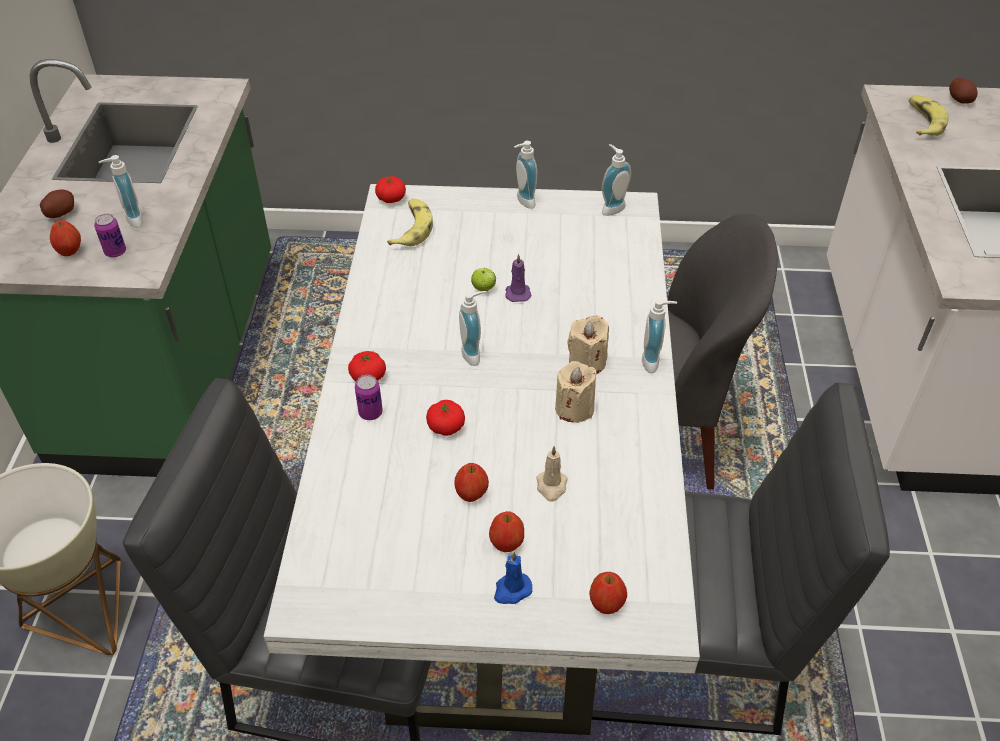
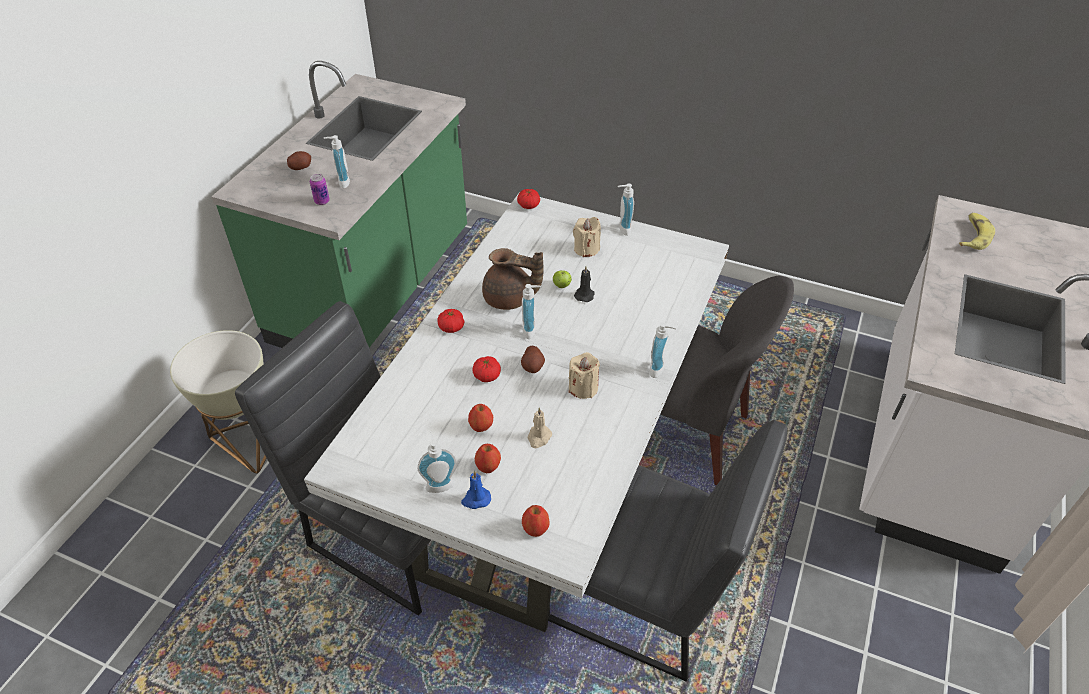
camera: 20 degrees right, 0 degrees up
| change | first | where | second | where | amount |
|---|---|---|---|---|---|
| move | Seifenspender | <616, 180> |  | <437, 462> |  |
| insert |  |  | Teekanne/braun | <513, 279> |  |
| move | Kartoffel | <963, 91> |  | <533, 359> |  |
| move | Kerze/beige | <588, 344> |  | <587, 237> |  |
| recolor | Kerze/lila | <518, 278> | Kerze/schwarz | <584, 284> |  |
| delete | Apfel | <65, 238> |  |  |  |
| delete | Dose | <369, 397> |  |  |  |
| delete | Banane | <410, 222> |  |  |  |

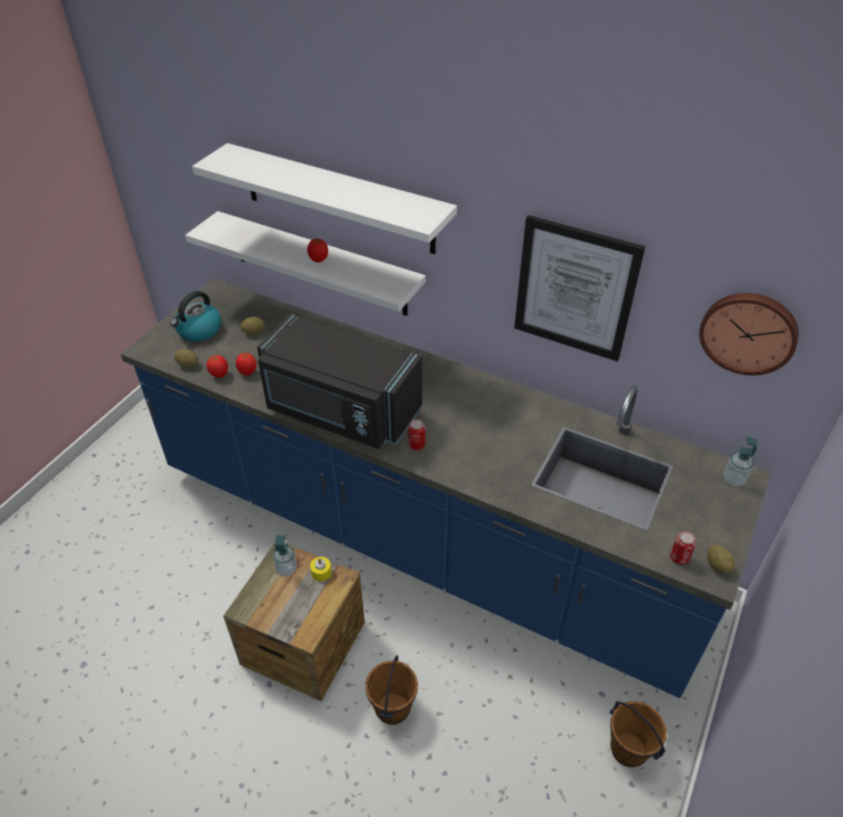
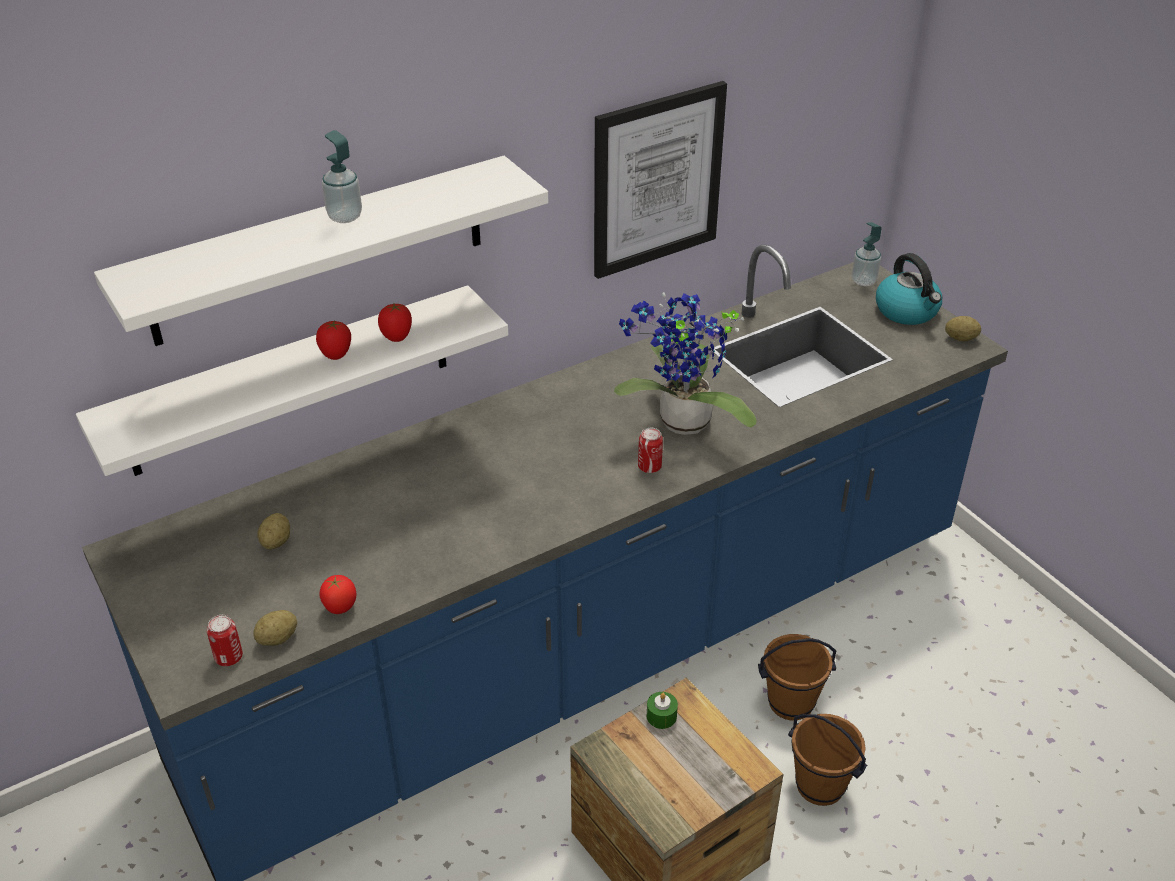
camera: 60 degrees left, 5 degrees down
| change | first | where | second | where | amount |
|---|---|---|---|---|---|
| move | Dose | <683, 548> |  | <225, 640> |  |
| move | Seifenspender | <285, 556> |  | <342, 176> |  |
| move | Tomate | <246, 364> |  | <395, 323> |  |
| insert |  |  | Topfpflanze | <685, 363> |  |
| recolor | Kerze/gelb | <321, 569> | Kerze/grün | <662, 710> |  |
| move | Eimer/braun | <638, 734> |  | <797, 677> |  |
| move | Wasserkessel | <195, 316> |  | <909, 289> |  |
| delete | Mikrowelle/schwarz | <339, 381> |  |  |  |
| delete | Wanduhr | <749, 334> |  |  |  |

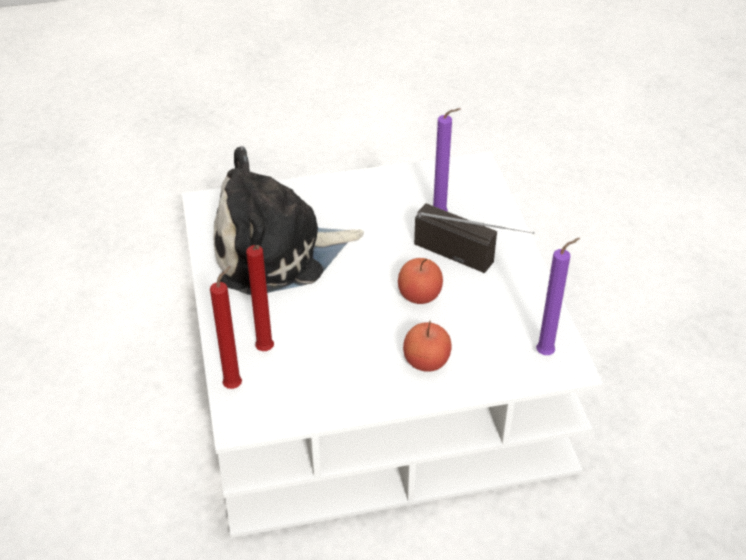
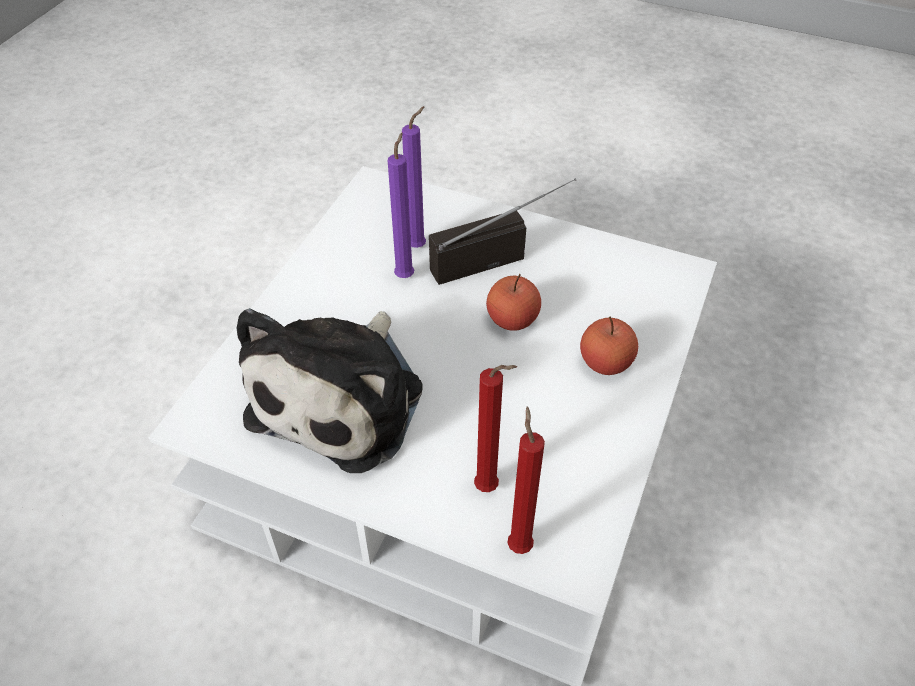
camera: 55 degrees left, 5 degrees up
| change | first | where | second | where | amount |
|---|---|---|---|---|---|
| move | Kerze/lila | <558, 296> |  | <401, 205> |  |

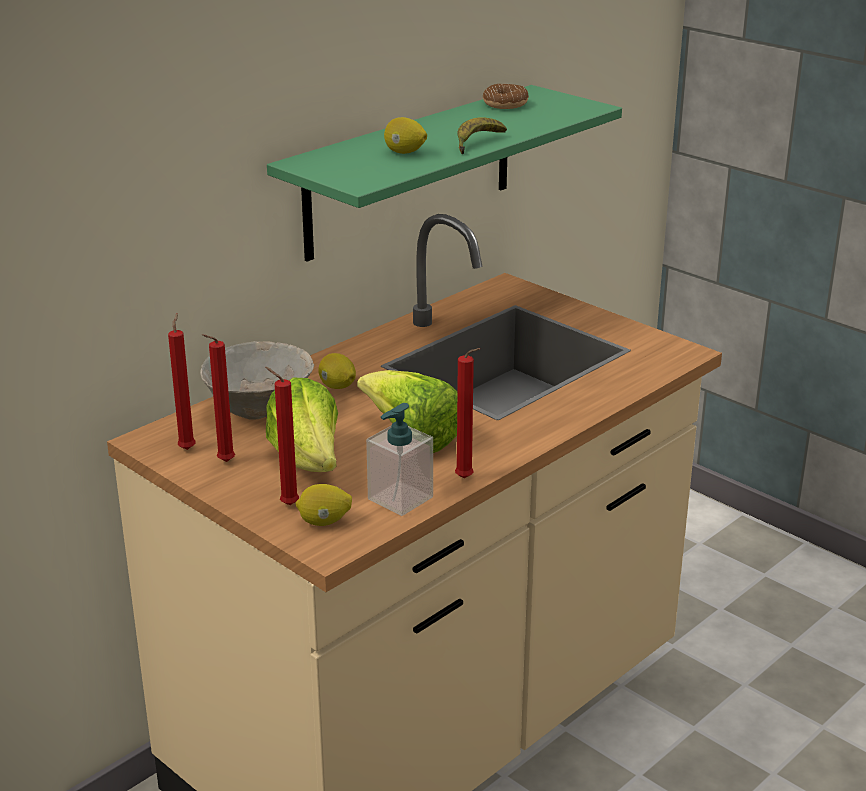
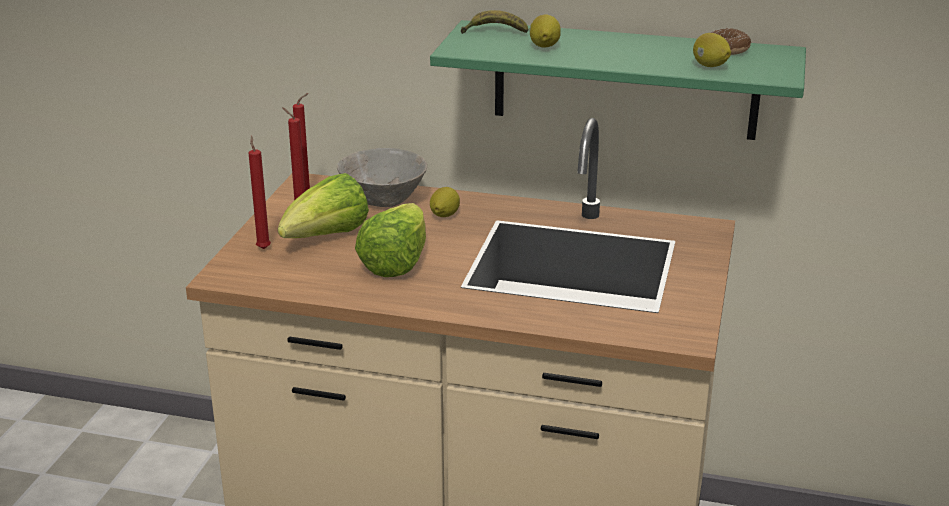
camera: 60 degrees right, 0 degrees up
| change | first | where | second | where | amount |
|---|---|---|---|---|---|
| move | Banane | <482, 135> |  | <494, 22> |  |
| move | Zitrone | <324, 505> |  | <712, 50> |  |
| delete | Seifenspender | <399, 459> |  |  |  |
| delete | Kerze/rot | <467, 413> |  |  |  |

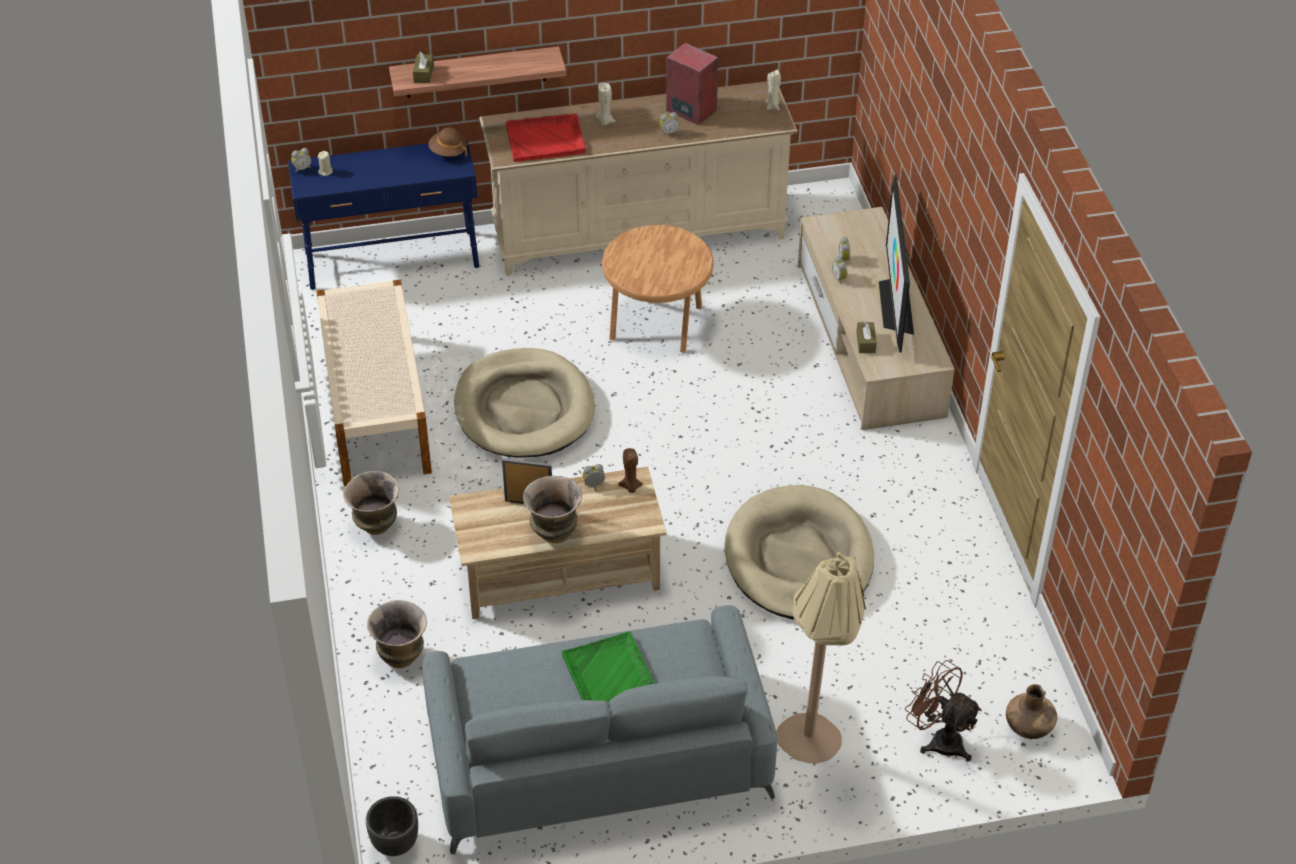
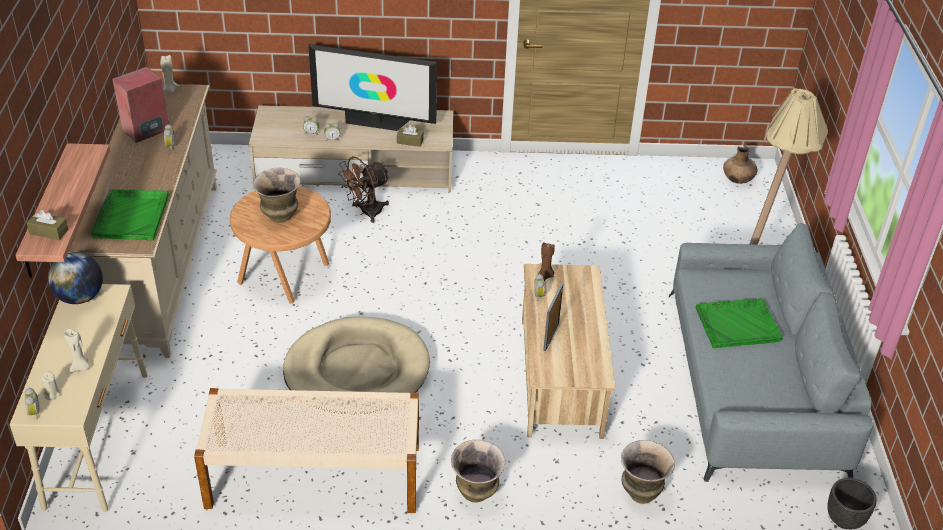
camera: 80 degrees left, 5 degrees down
| change | first | where | second | where | amount |
|---|---|---|---|---|---|
| recolor | Konsolentisch/blau | <383, 214> | Konsolentisch/beige | <79, 398> |  |
| replace | Hut/braun | <448, 142> | Globus | <75, 278> |  |
| move | Kerze/beige | <606, 104> |  | <77, 350> |  |
| recolor | Tablett/rot | <546, 137> | Tablett/grün | <130, 214> |  |
| move | Vase | <552, 509> |  | <277, 195> |  |
| move | Ventilator/braun | <943, 711> |  | <364, 189> |  |
| delete | Hundebett/beige | <799, 552> |  |  |  |

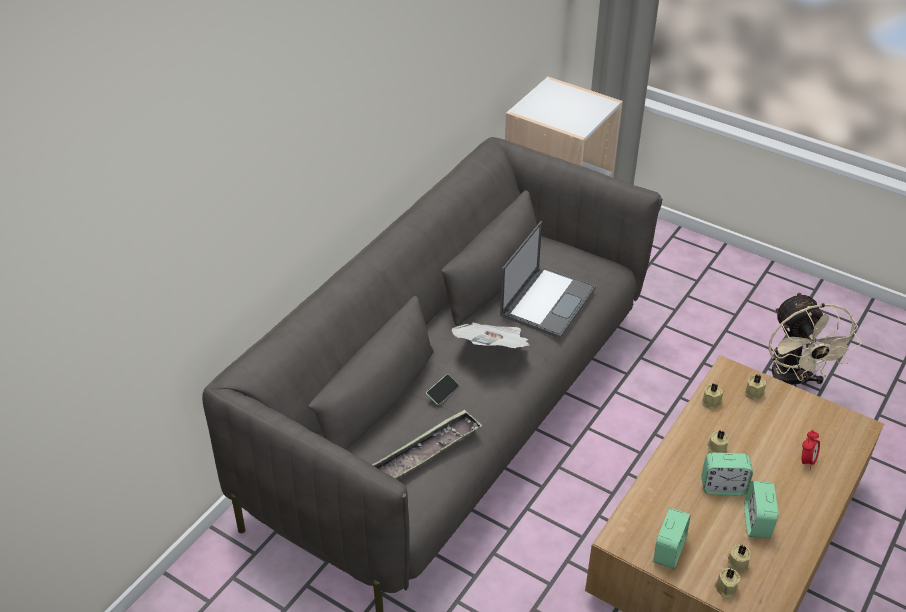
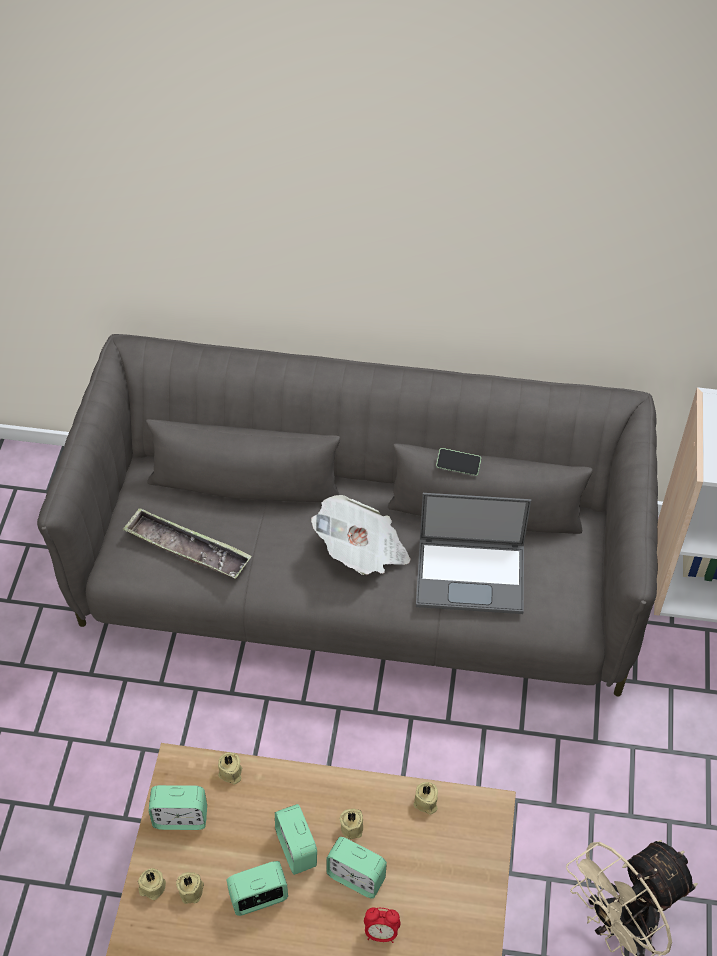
camera: 65 degrees right, 10 degrees up
| change | first | where | second | where | amount |
|---|---|---|---|---|---|
| move | Kerze/beige | <755, 388> |  | <230, 768> |  |
| insert |  |  | Wecker | <356, 868> |  |
| move | Handy | <442, 389> |  | <458, 462> |  |

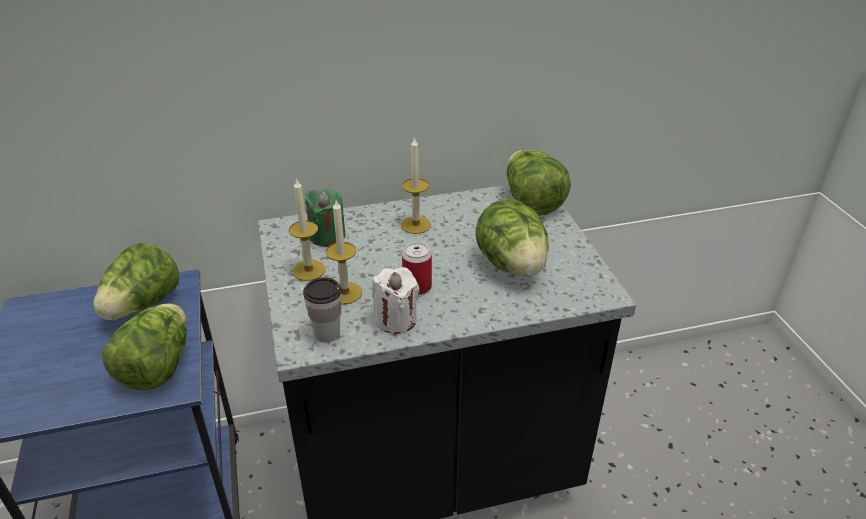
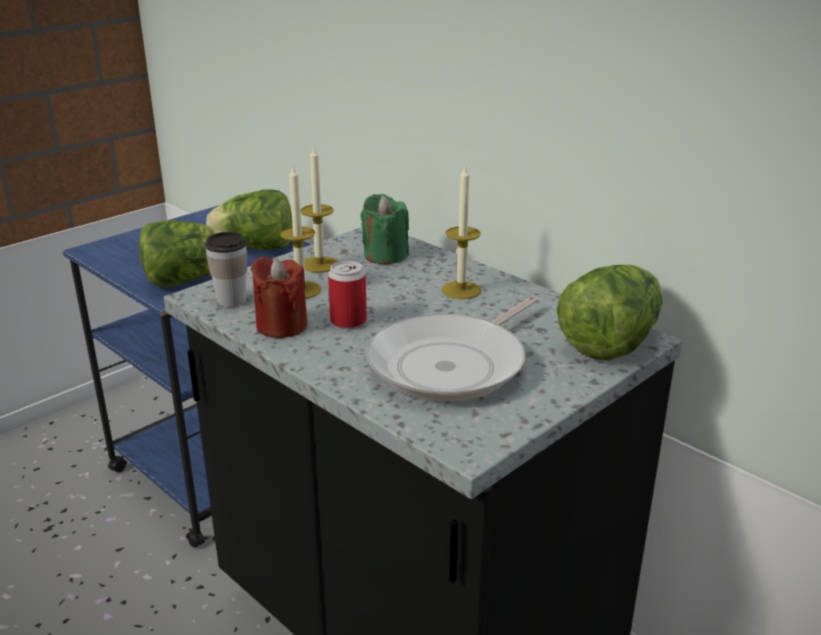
camera: 60 degrees right, 10 degrees down
| change | first | where | second | where | amount |
|---|---|---|---|---|---|
| recolor | Kerze/weiß | <396, 300> | Kerze/rot | <279, 297> |  |
| replace | Salatkopf | <512, 237> | Pfanne | <452, 348> |  |

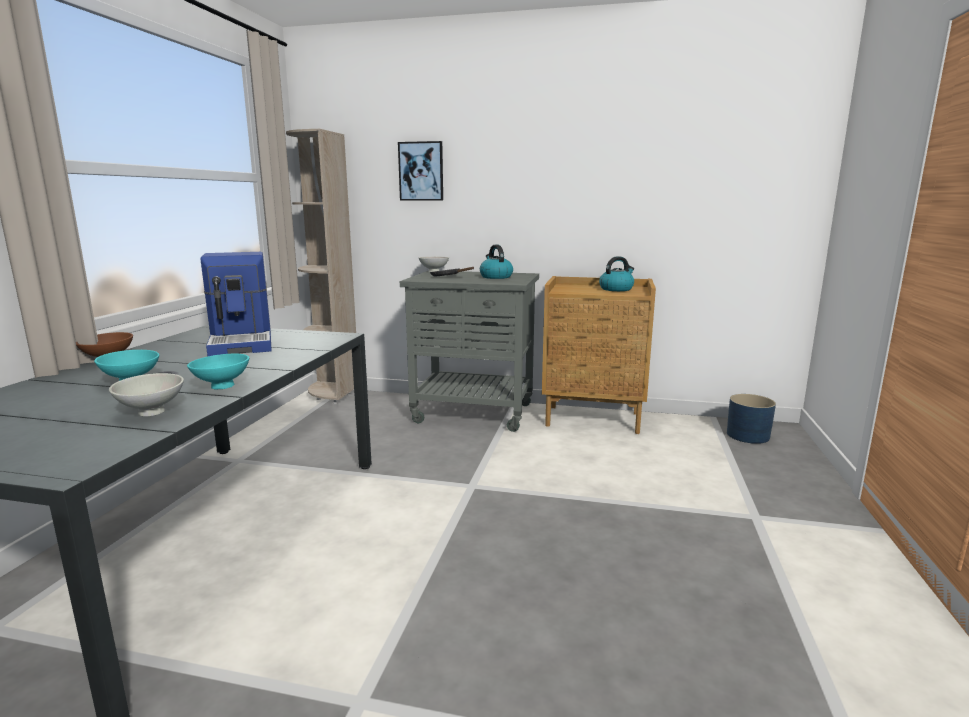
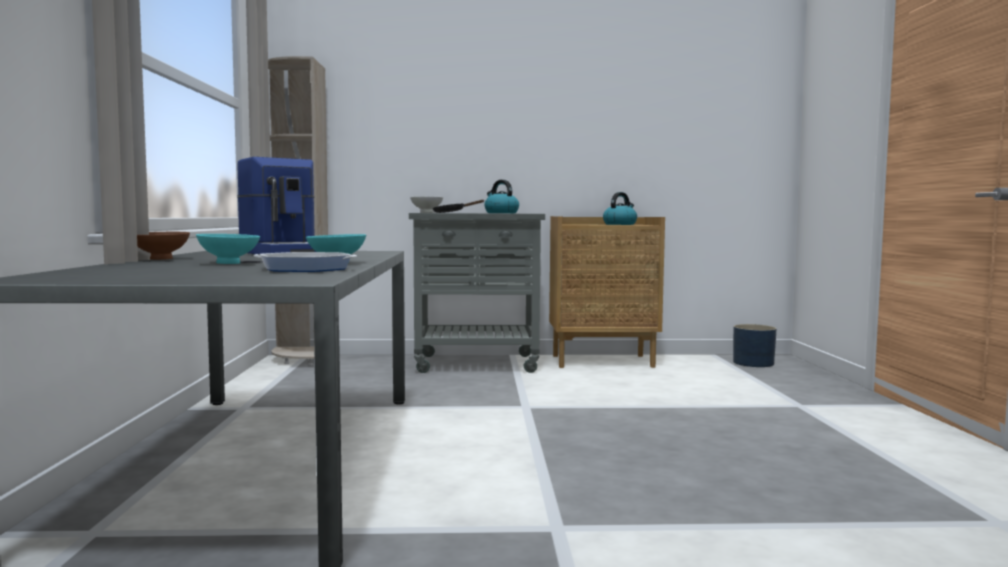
camera: 15 degrees left, 10 degrees down
| change | first | where | second | where | amount |
|---|---|---|---|---|---|
| replace | Schüssel/weiß | <146, 394> | Pfanne | <305, 262> |  |
| delete | Bild | <420, 171> |  |  |  |

